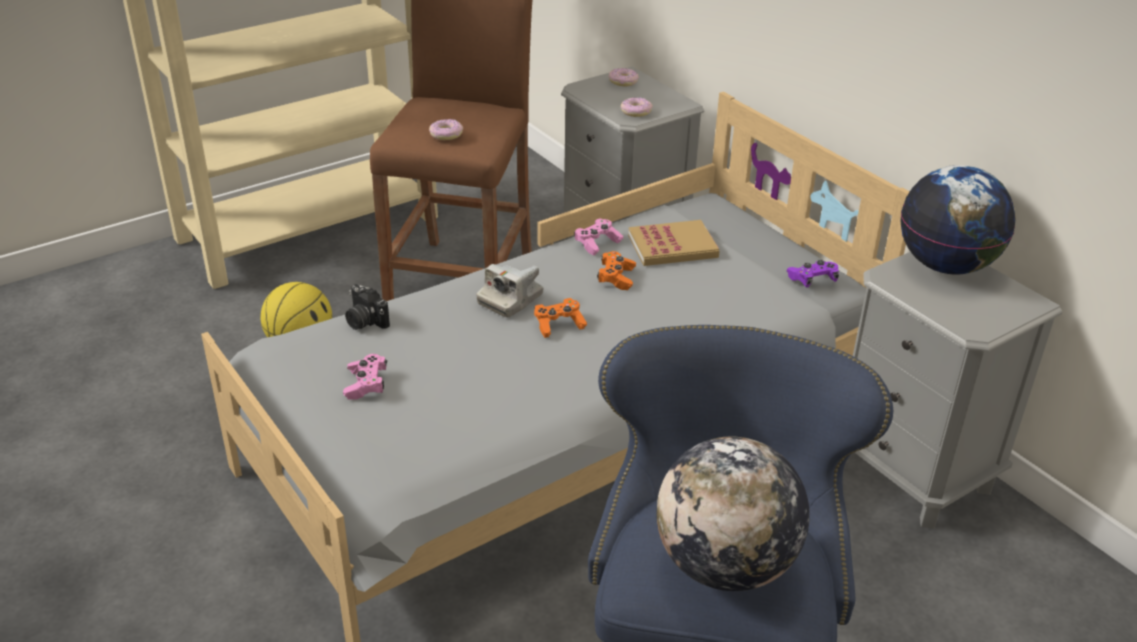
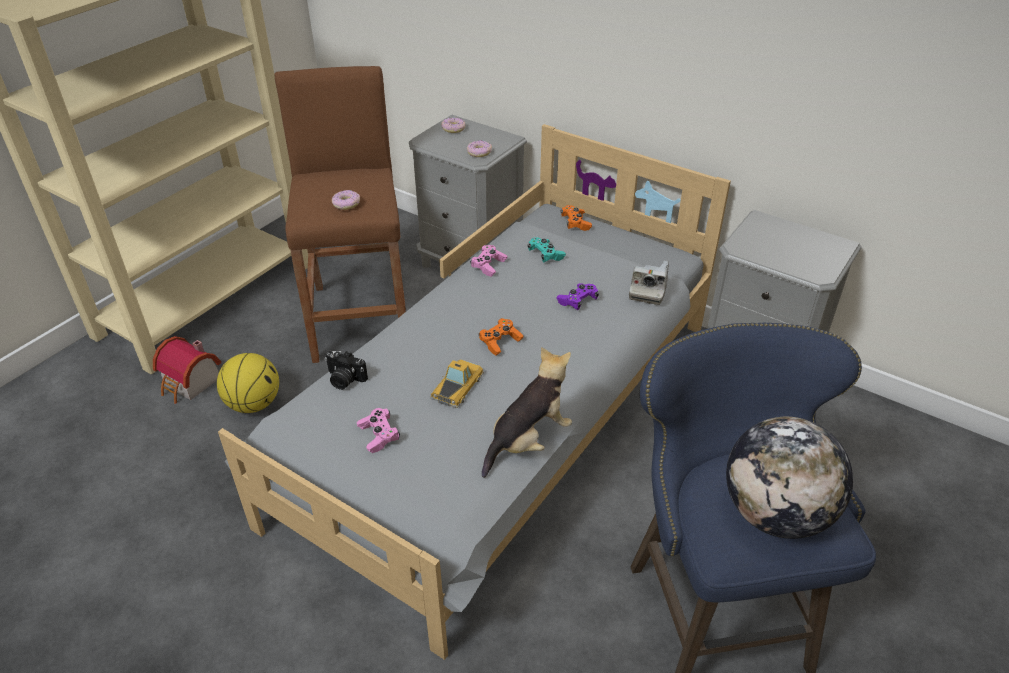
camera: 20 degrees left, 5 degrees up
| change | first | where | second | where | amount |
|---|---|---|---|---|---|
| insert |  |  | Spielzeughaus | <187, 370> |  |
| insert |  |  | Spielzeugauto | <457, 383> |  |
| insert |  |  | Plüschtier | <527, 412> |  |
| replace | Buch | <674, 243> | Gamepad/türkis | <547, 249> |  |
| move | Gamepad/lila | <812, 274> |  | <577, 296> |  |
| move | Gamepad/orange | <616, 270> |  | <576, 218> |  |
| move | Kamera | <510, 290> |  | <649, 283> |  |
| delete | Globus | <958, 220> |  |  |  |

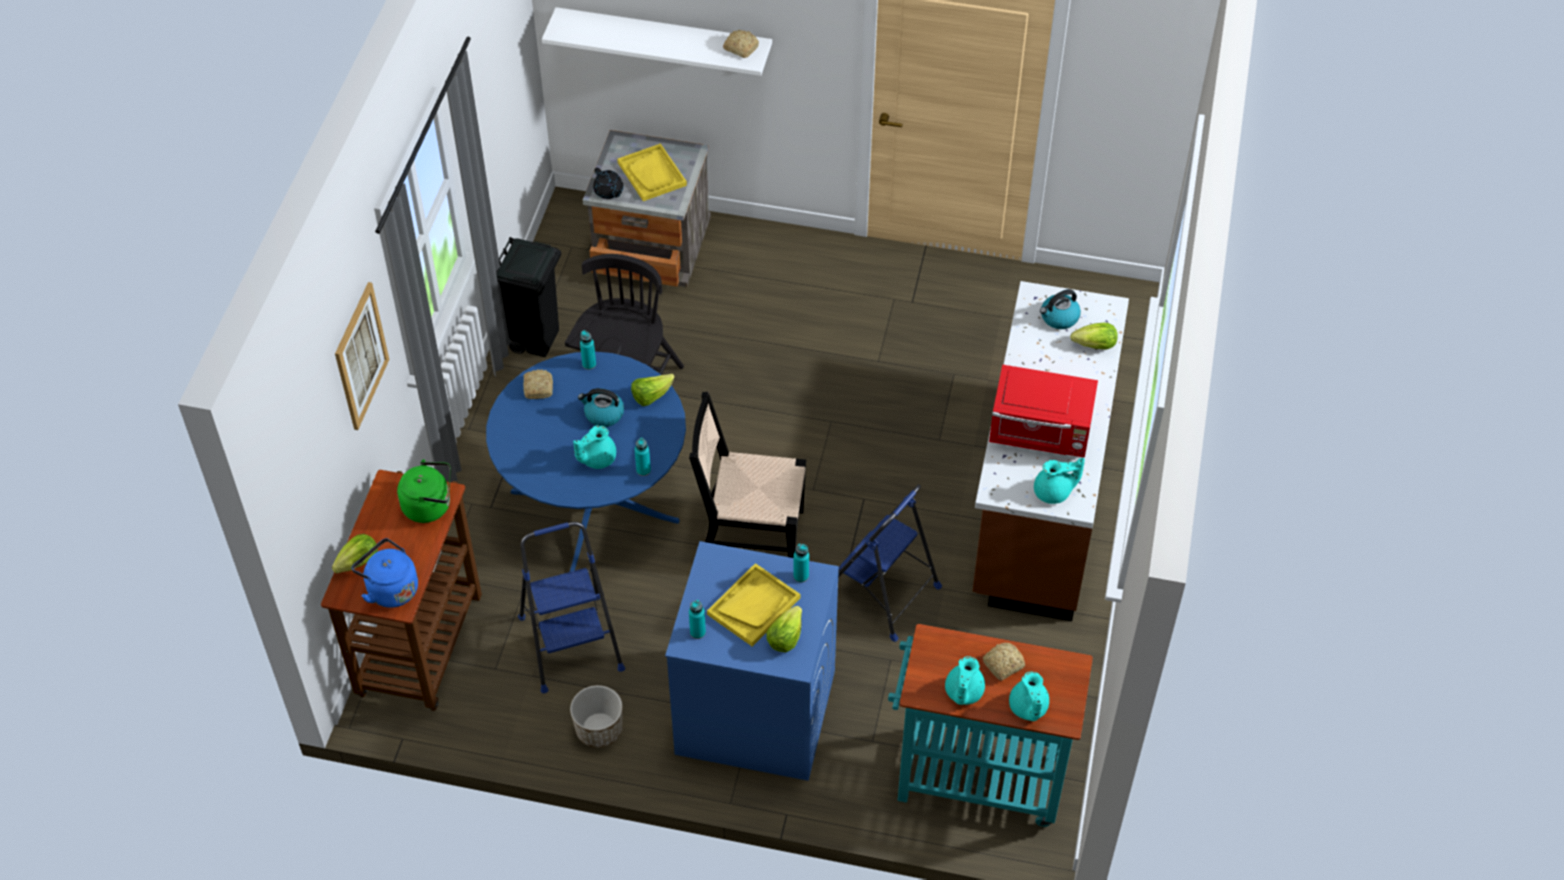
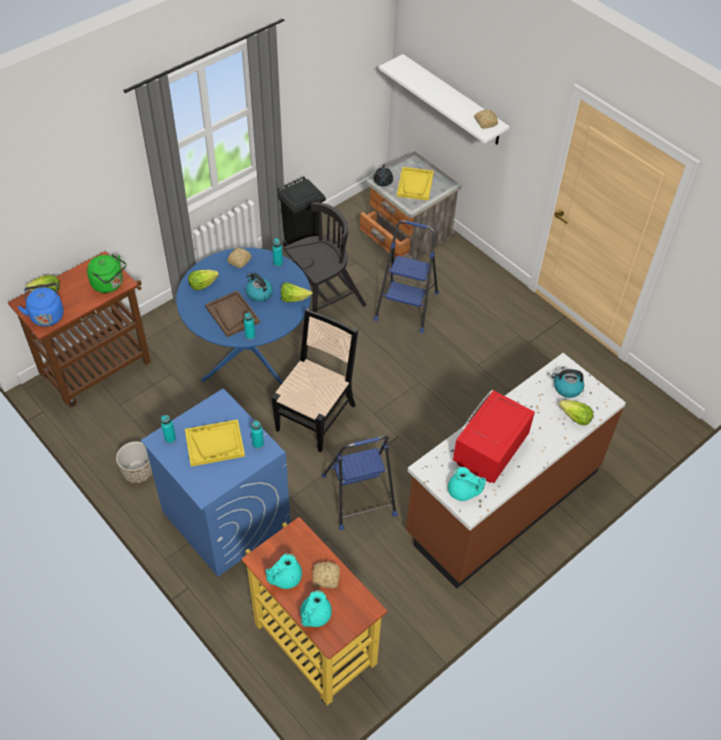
camera: 35 degrees right, 0 degrees up
| change | first | where | second | where | amount |
|---|---|---|---|---|---|
| move | Salatkopf | <784, 629> |  | <203, 280> |  |
| replace | Teekanne/türkis | <594, 447> | Tablett/braun | <232, 313> |  |
| recolor | Rollwagen/türkis | <990, 725> | Rollwagen/gelb | <314, 611> |  |
| rotate | Stuhl | <747, 475> |  | <314, 380> | 75 degrees clockwise |
| move | Trittleiter/blau | <571, 607> |  | <406, 276> |  |
| rotate | Mikrowelle/rot | <1043, 411> |  | <494, 436> | 75 degrees clockwise |
| delete | Bild | <362, 356> |  |  |  |

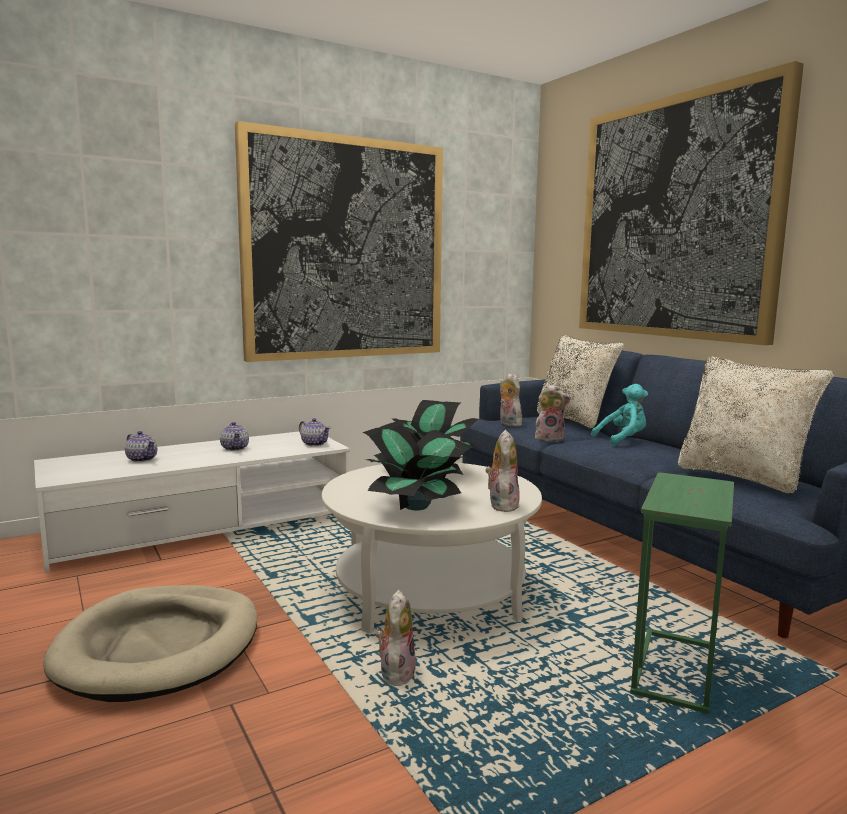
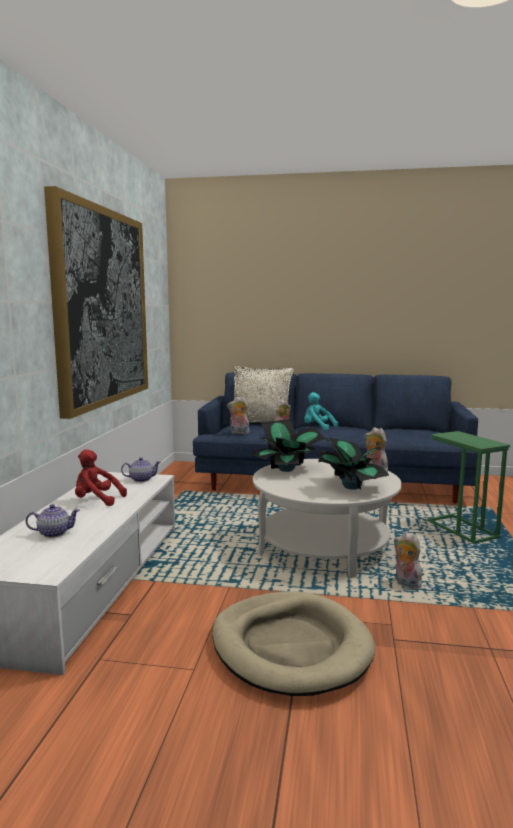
camera: 50 degrees left, 0 degrees up
| change | first | where | second | where | amount |
|---|---|---|---|---|---|
| replace | Teekanne | <234, 436> | Plüschtier/rot | <101, 478> |  |
| rotate | Plüschtier/türkis | <619, 415> |  | <321, 411> | 75 degrees counterclockwise |
| delete | Bild | <691, 203> |  |  |  |
| delete | Kissen/beige | <756, 425> |  |  |  |

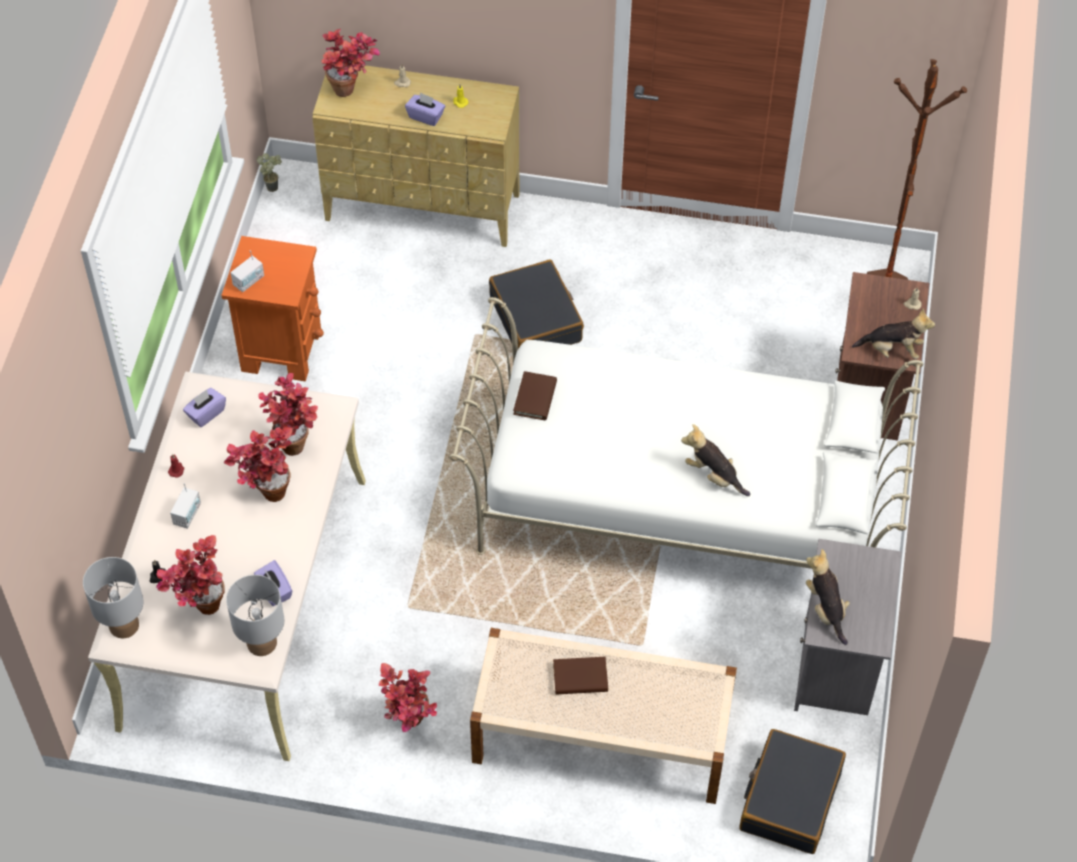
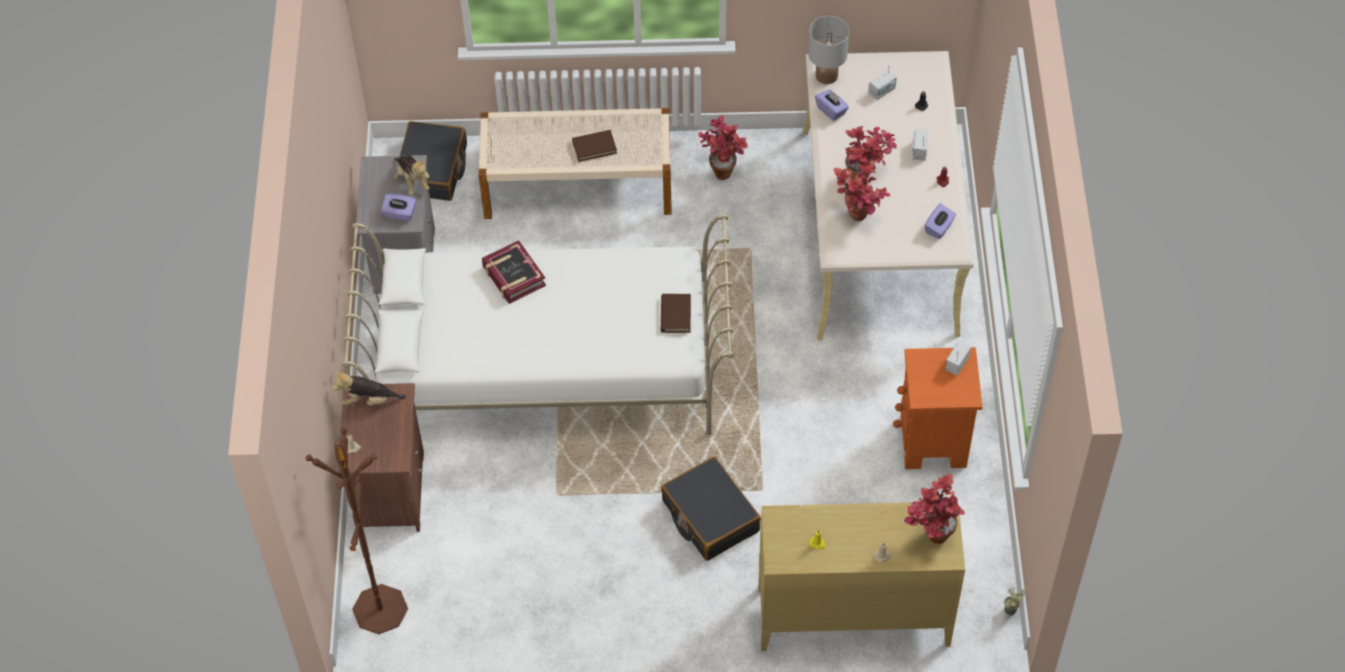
camera: 170 degrees right, 0 degrees up
| change | first | where | second | where | amount |
|---|---|---|---|---|---|
| move | Taschentuchbox/lila | <425, 109> |  | <398, 207> |  |
| replace | Plüschtier | <716, 460> | Buch | <514, 272> |  |
| replace | Topfpflanze | <190, 575> | Radio | <883, 82> |  |
| delete | Tischlampe/grau | <113, 597> |  |  |  |

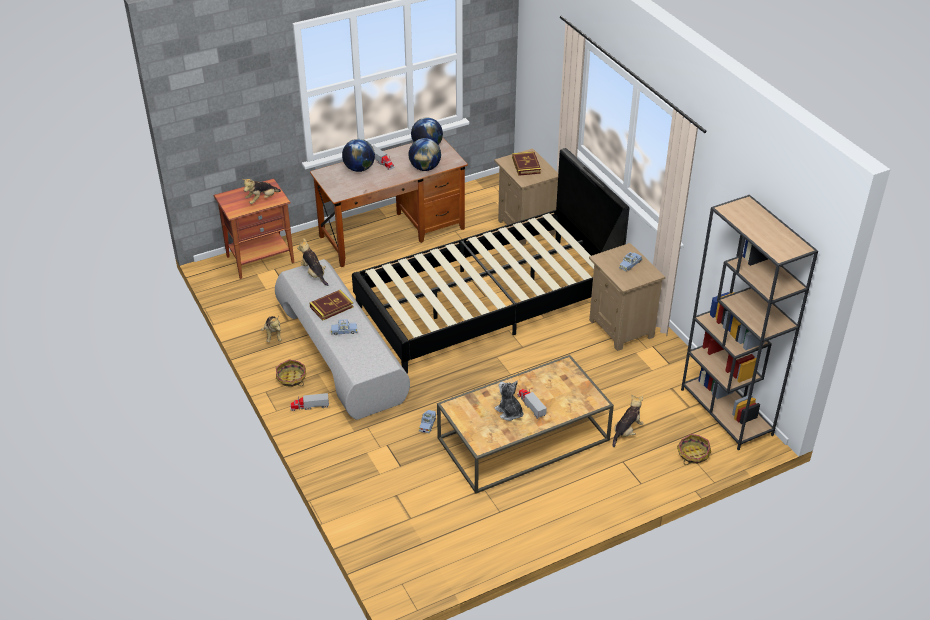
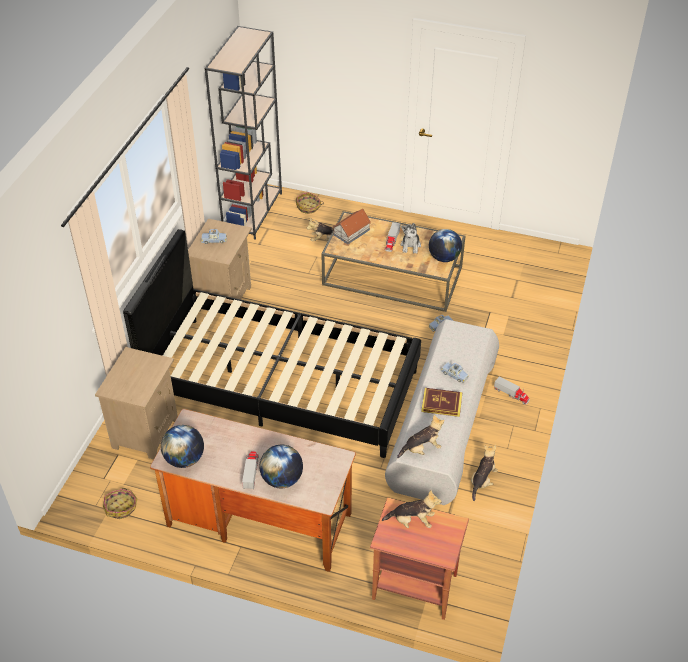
camera: 135 degrees left, 5 degrees up
| change | first | where | second | where | amount |
|---|---|---|---|---|---|
| move | Korb | <291, 373> |  | <120, 503> |  |
| insert |  |  | Spielzeughaus | <351, 226> |  |
| rotate | Plüschtier | <313, 262> |  | <421, 436> | 120 degrees counterclockwise |
| move | Globus | <425, 154> |  | <445, 245> |  |
| delete | Buch | <526, 163> |  |  |  |

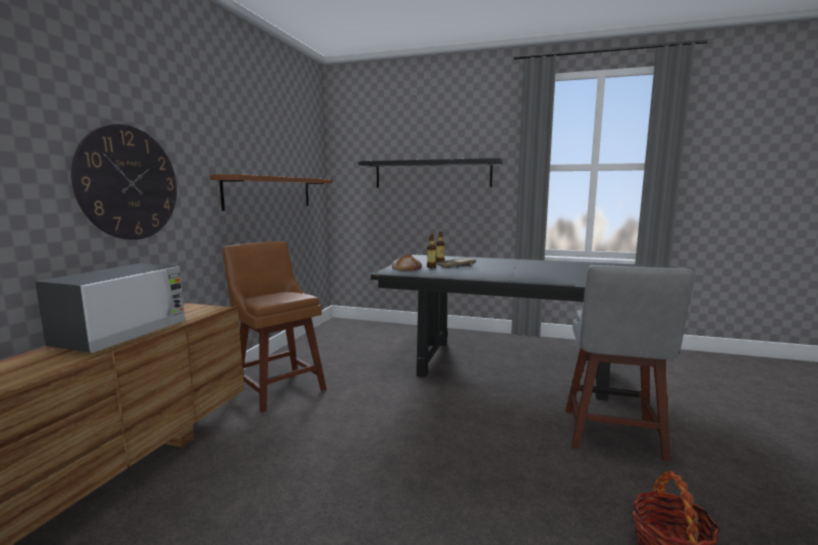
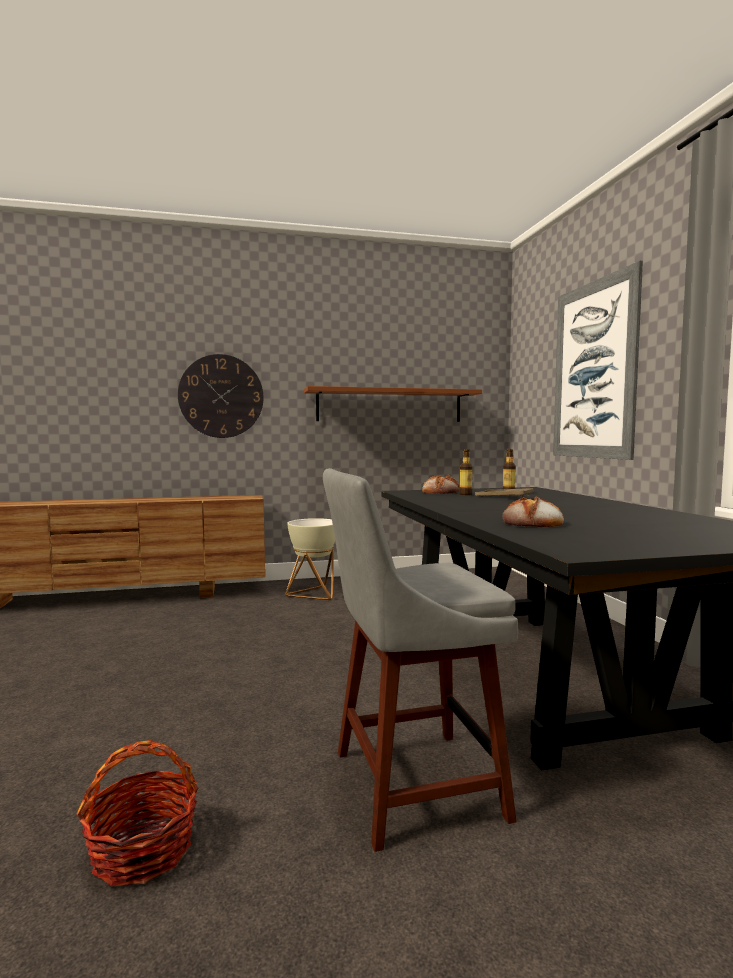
camera: 60 degrees right, 5 degrees down
| change | first | where | second | where | amount |
|---|---|---|---|---|---|
| replace | Stuhl/braun | <274, 327> | Pflanzkübel | <310, 559> |  |
| insert |  |  | Brot | <533, 511> |  |
| replace | Wandregal/schwarz | <430, 173> | Bild | <598, 360> |  |
| delete | Mikrowelle | <110, 308> |  |  |  |

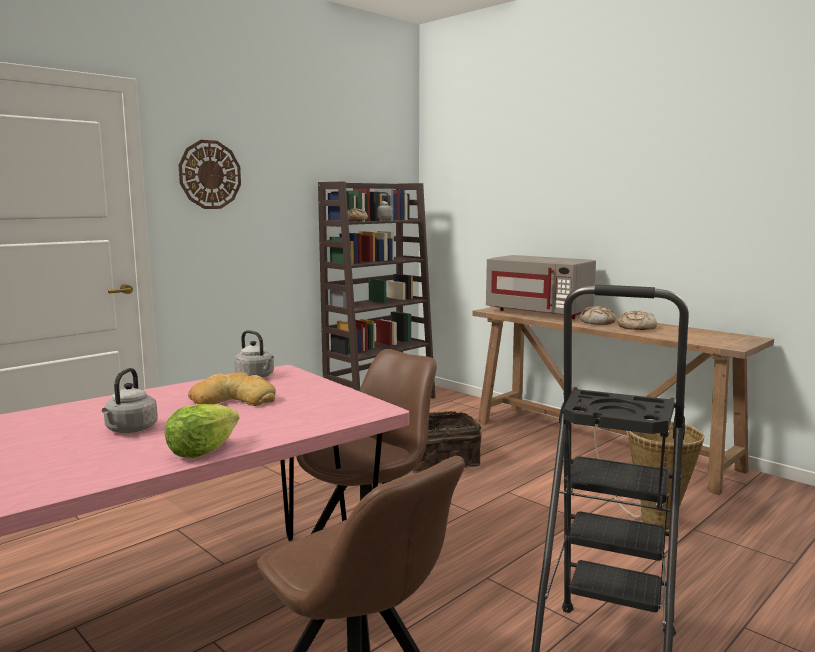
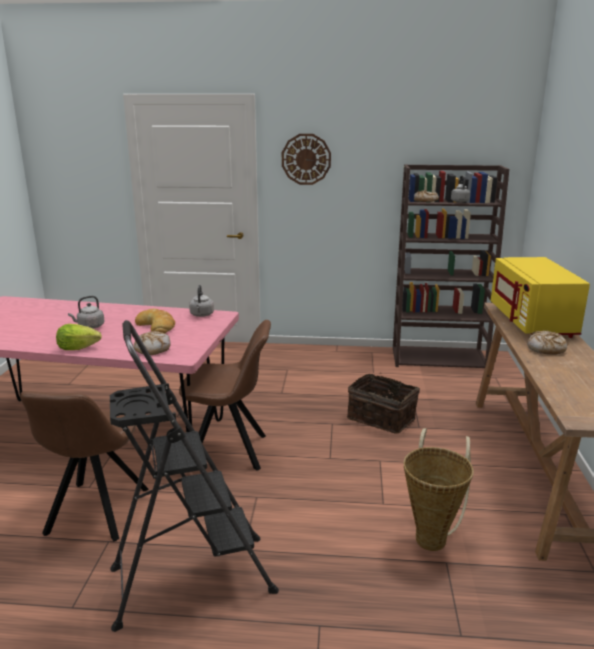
camera: 50 degrees right, 10 degrees up
| change | first | where | second | where | amount |
|---|---|---|---|---|---|
| move | Brot | <637, 320> |  | <152, 343> |  |
| recolor | Mikrowelle/grau | <541, 287> | Mikrowelle/gelb | <540, 297> |  |

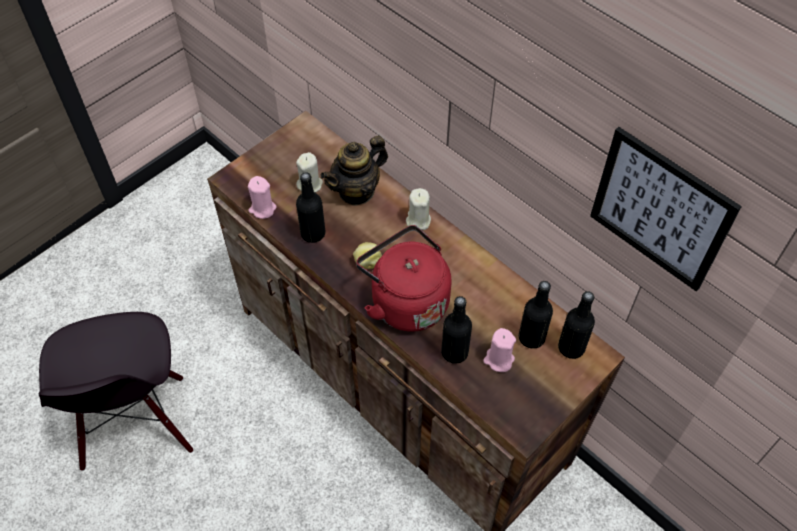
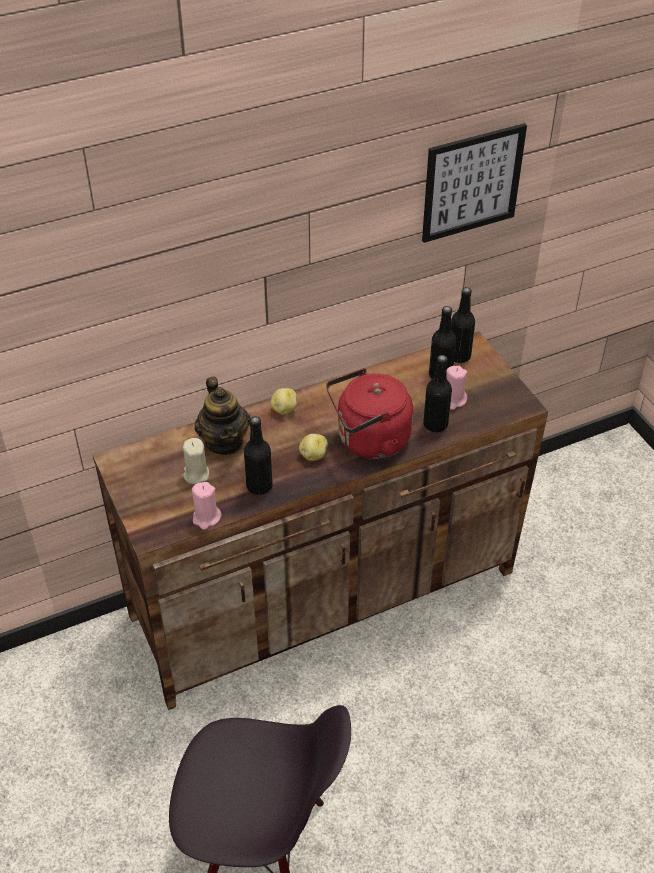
camera: 70 degrees left, 10 degrees down
| change | first | where | second | where | amount |
|---|---|---|---|---|---|
| replace | Kerze/beige | <418, 209> | Kartoffel | <283, 401> |  |

